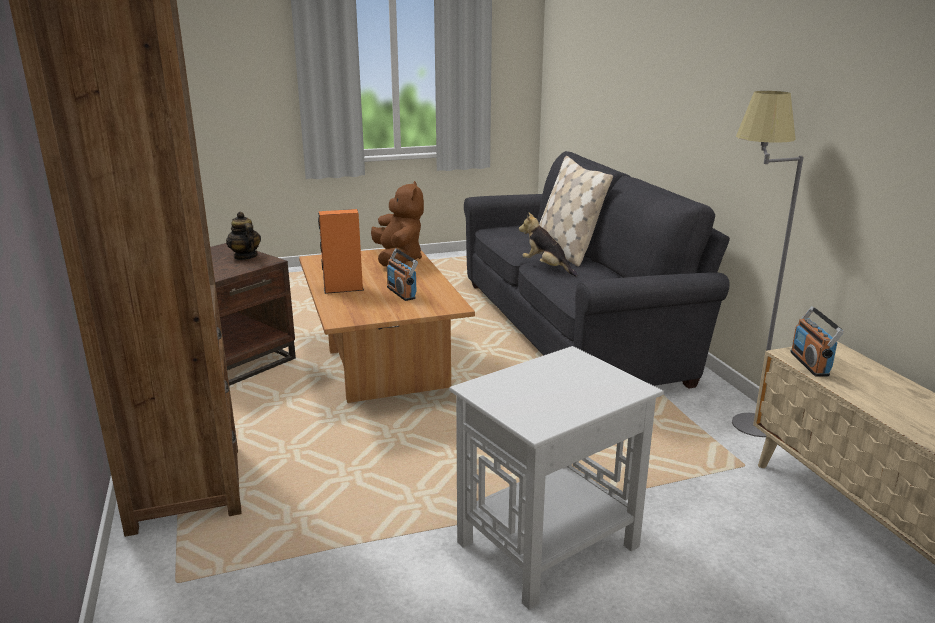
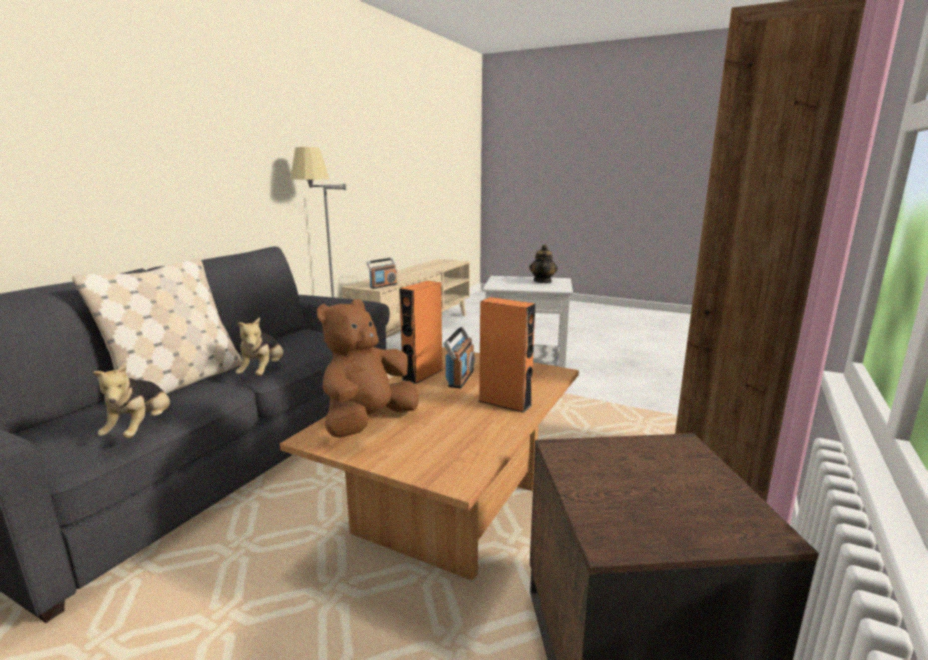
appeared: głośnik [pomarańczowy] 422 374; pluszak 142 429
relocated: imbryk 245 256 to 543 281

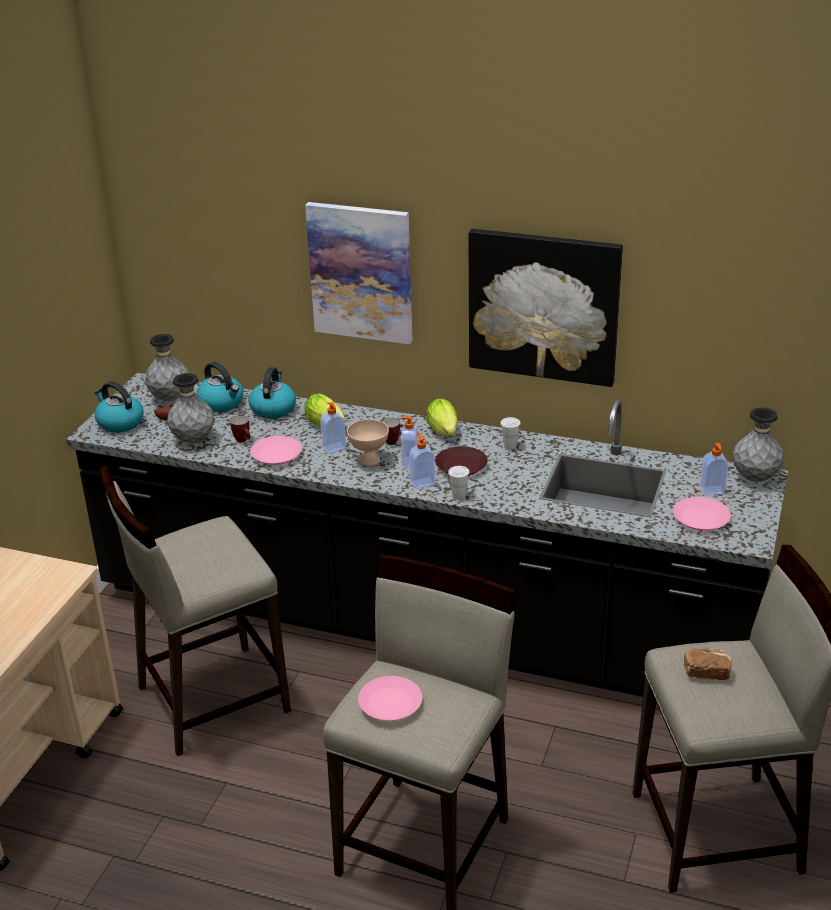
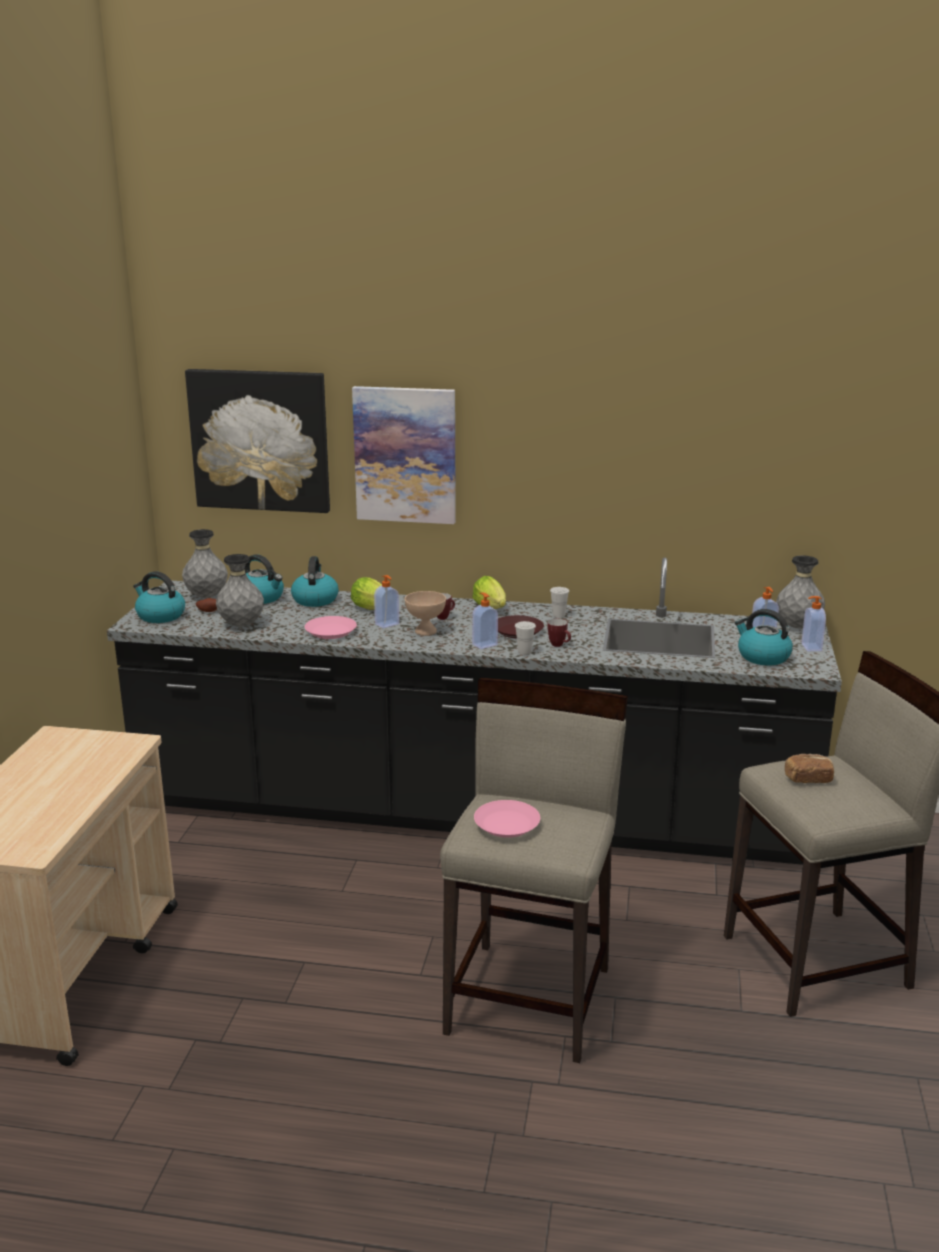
missing: stołek [beżowy] 211 699
relocated: obraz 544 306 to 260 440; kubek 243 441 to 559 645; dozownik mydła 409 463 to 810 647
exchanged: talerz [różowy] 701 519 to czajnik 762 657

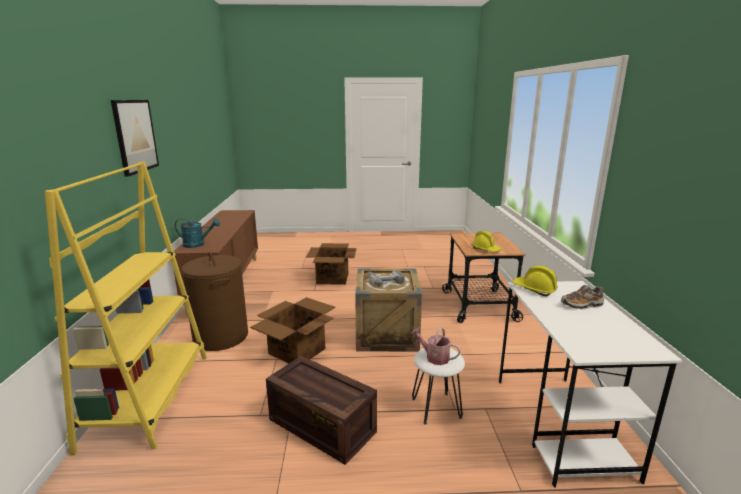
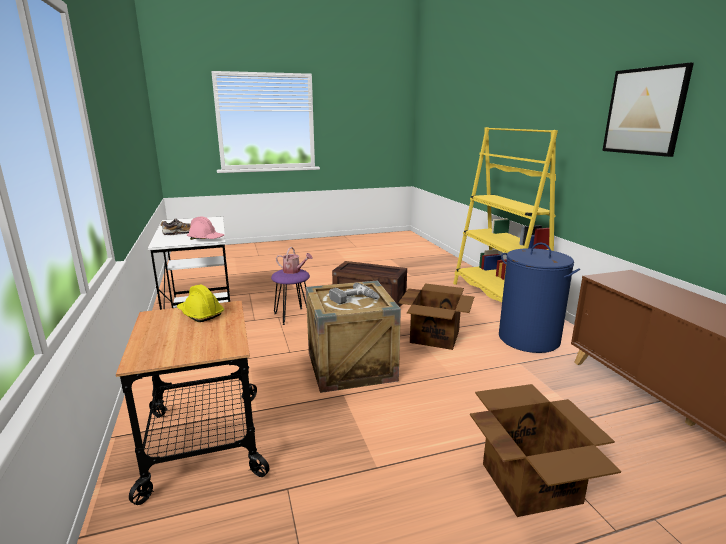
missing: konewka [turkusowy] 198 244
colour: kosz na pranie [brązowy] 221 337 to kosz na pranie [niebieski] 528 339; kask [żółty] 534 289 to kask [różowy] 206 239; stołek [biały] 436 407 to stołek [fioletowy] 292 316

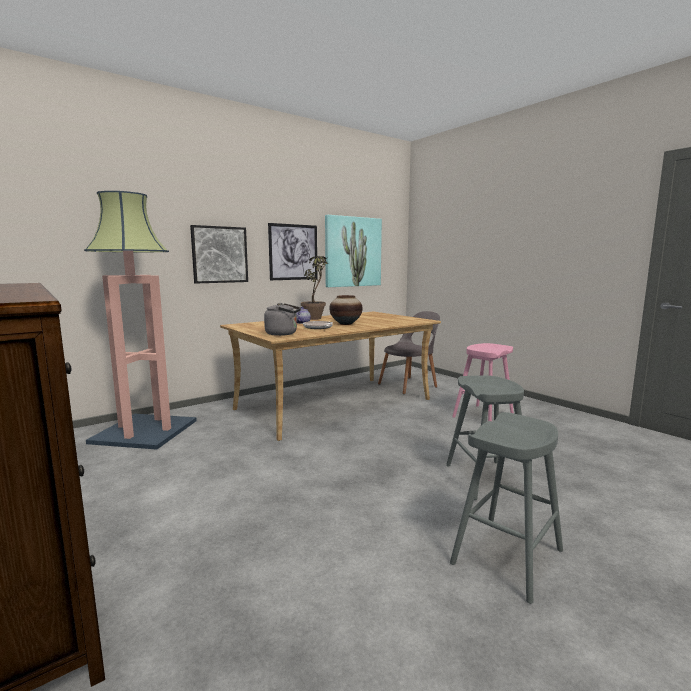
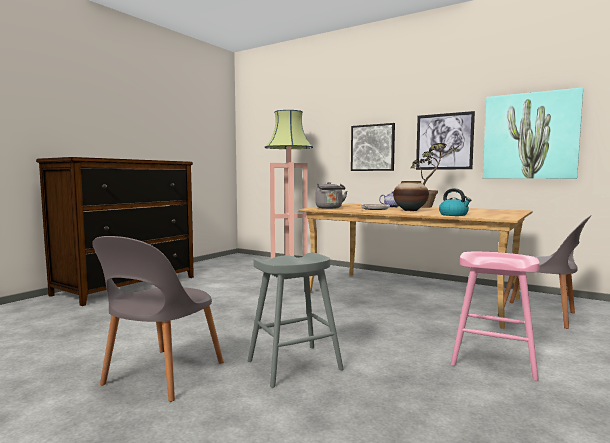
appeared: czajnik 454 215
exchanged: stołek [szary] 507 556 to krzesło [szary] 161 375

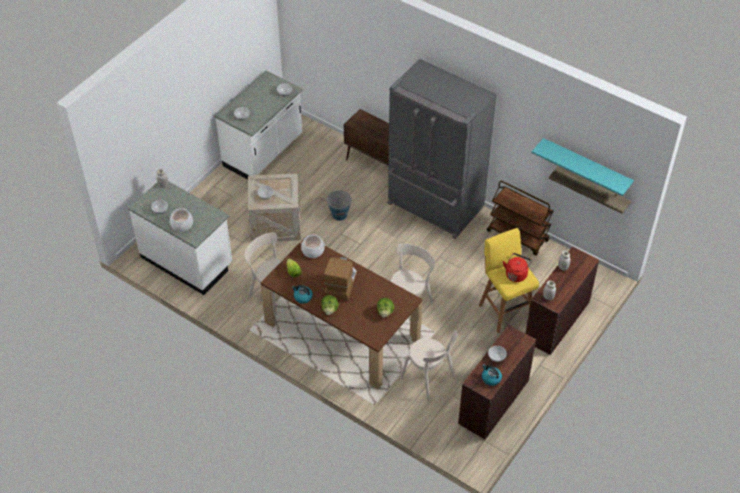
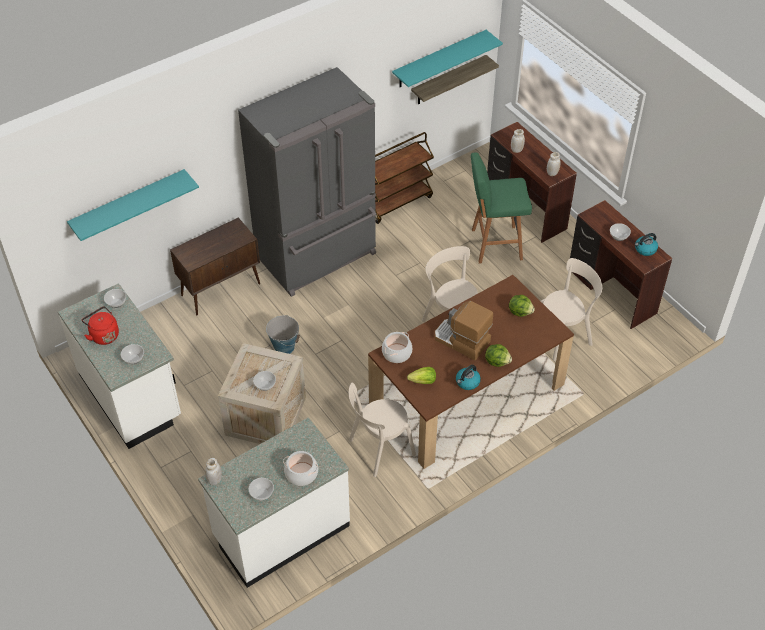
appeared: półka [turkusowy] 128 204
relocated: czajnik [czerwony] 516 274 to 103 335
colour: stołek [żółty] 505 310 to stołek [zielony] 494 244

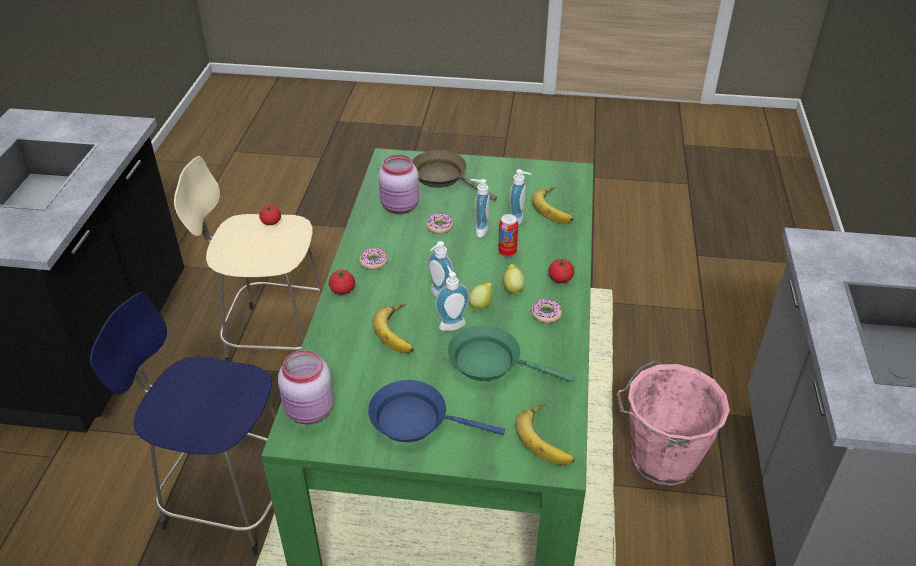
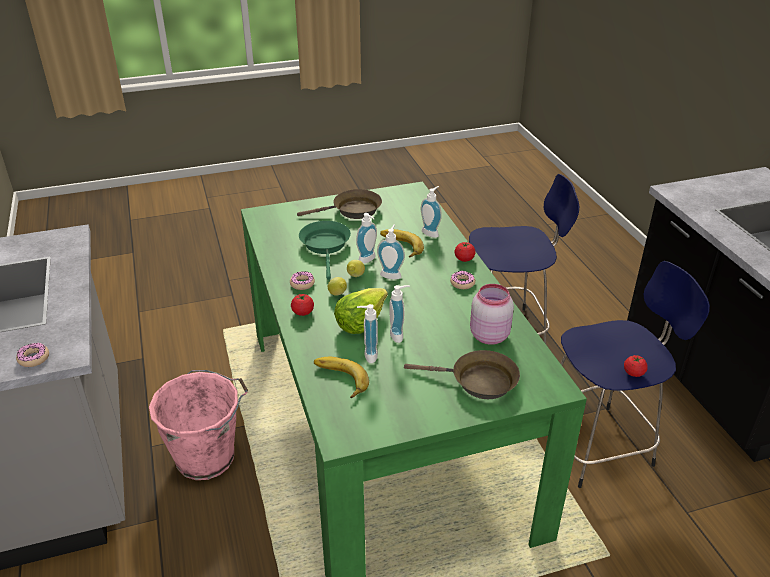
missing: słoik [różowy] 310 412; banan 548 438
appeared: dozownik mydła 431 232
relocated: donut 439 227 to 34 358
exchanged: puszka 507 252 to sałata 360 321
colour: stołek [beżowy] 275 338 to stołek [niebieski] 598 444; patelnia [niebieski] 415 420 to patelnia [brązowy] 353 210
spun: patelnia [zielony] 491 362 = 326 246 90 degrees counterclockwise

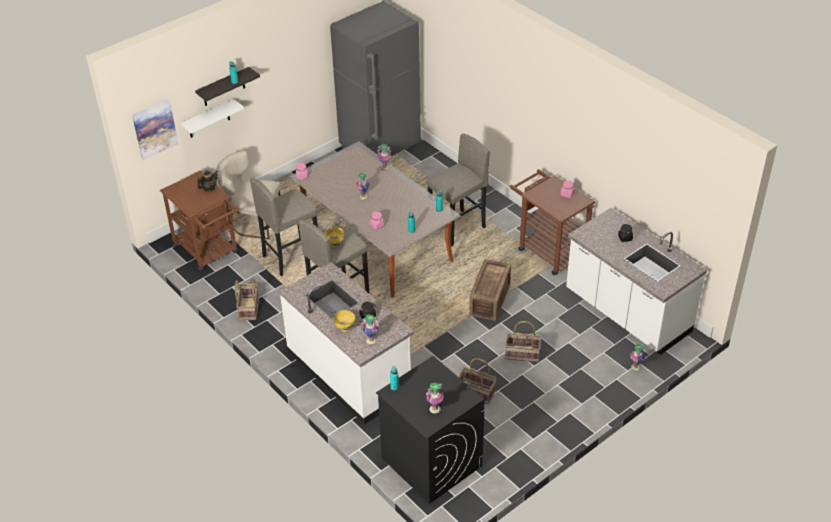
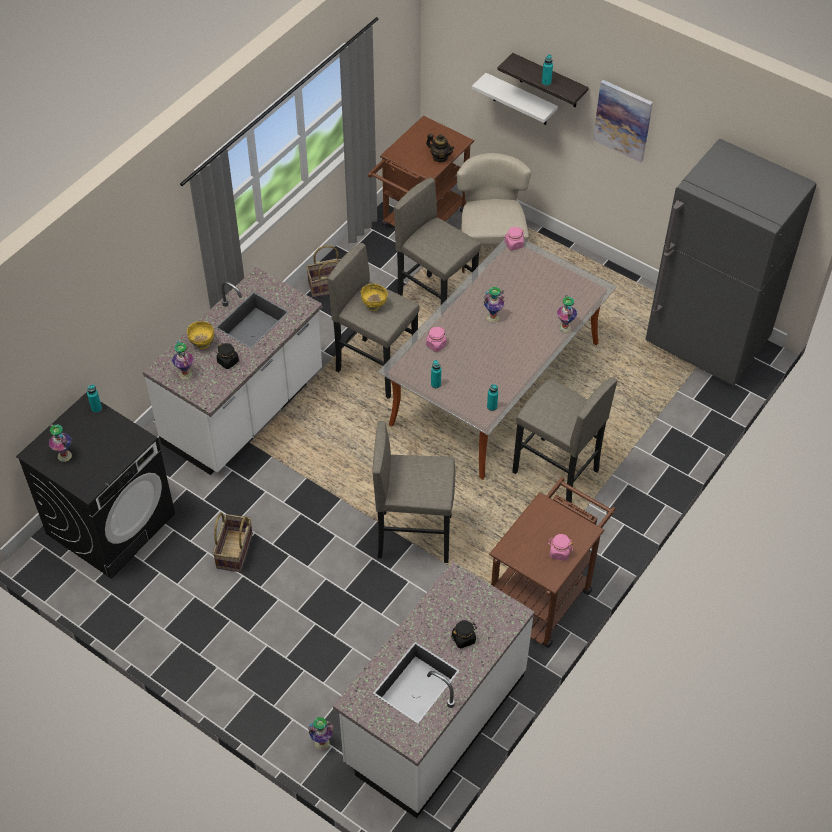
missing: koszyk 522 355
relocated: obraz 154 129 to 623 120
exchanged: skrzynka 488 300 to stołek [szary] 414 536

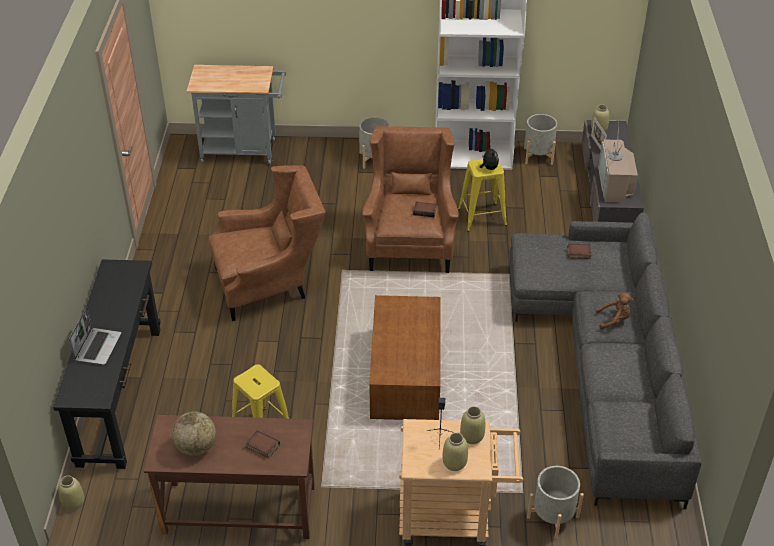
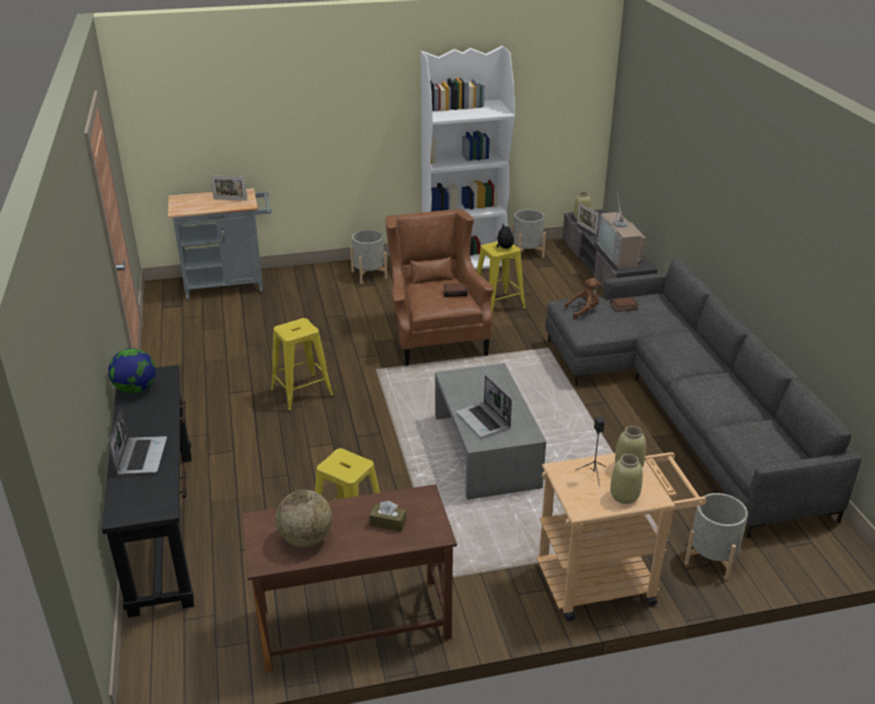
missing: wazon [beżowy] 73 502
appeared: ramka na zdjęcie 230 199; globus 136 389; laptop 484 421
relocated: pluszak [brązowy] 614 320 to 584 310
exchanged: fotel [brązowy] 269 284 to stołek [żółty] 302 393; książka 262 446 to pudełko chusteczek [brązowy] 388 523
colour: ława [brązowy] 406 374 to ława [szary] 486 450

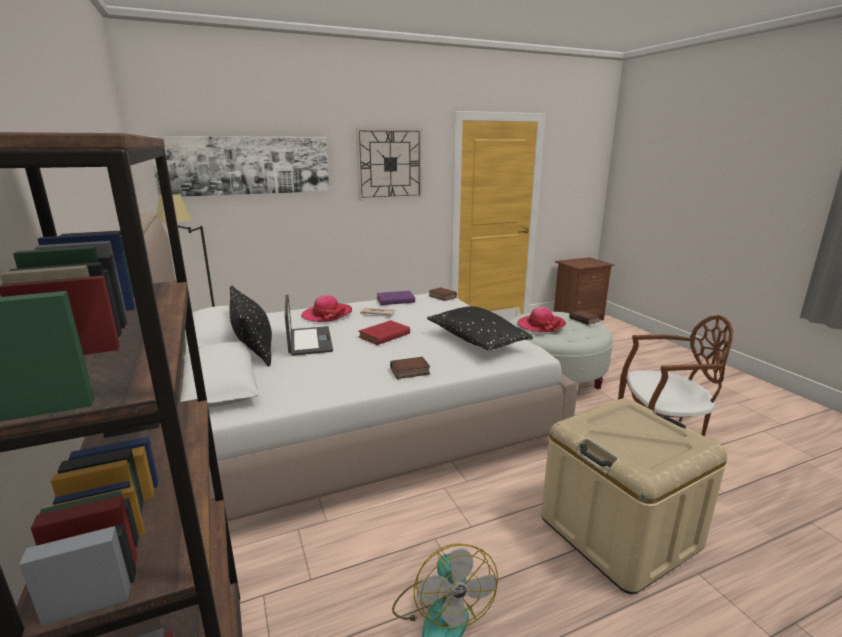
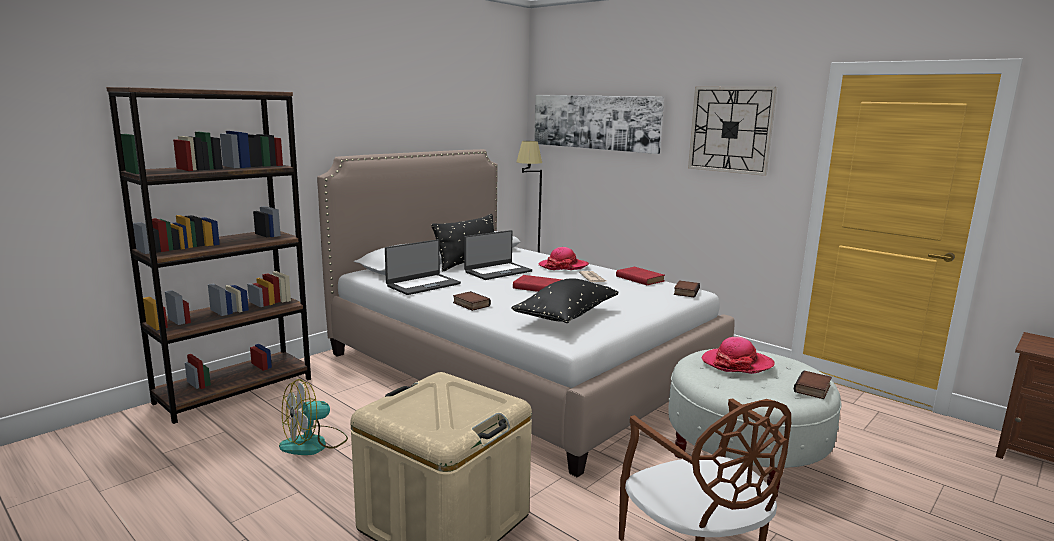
appeared: laptop 423 285
colour: książka [fioletowy] 394 300 to książka [czerwony] 639 278

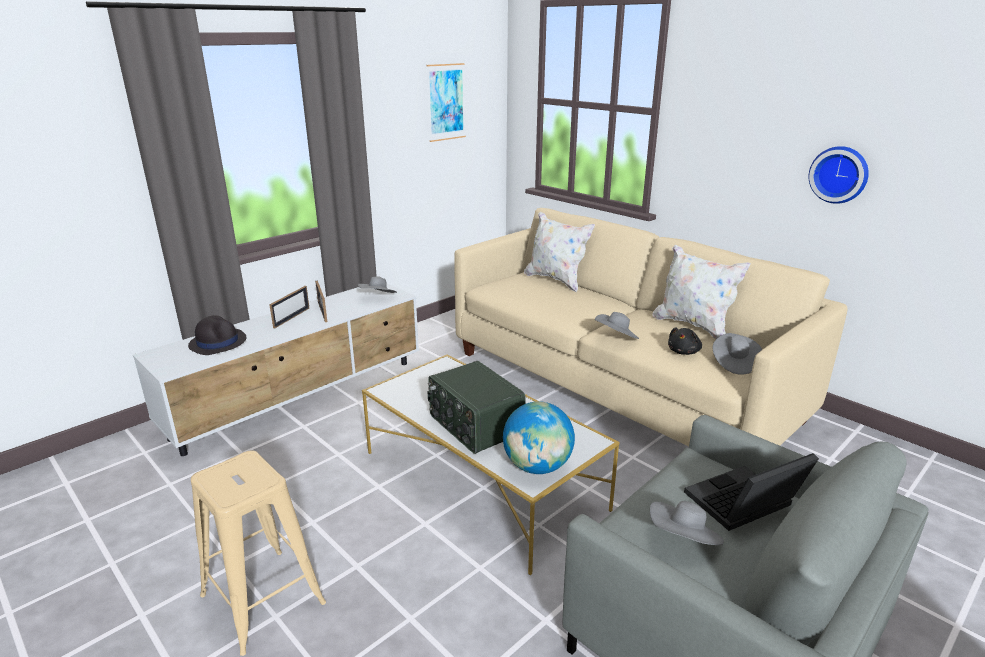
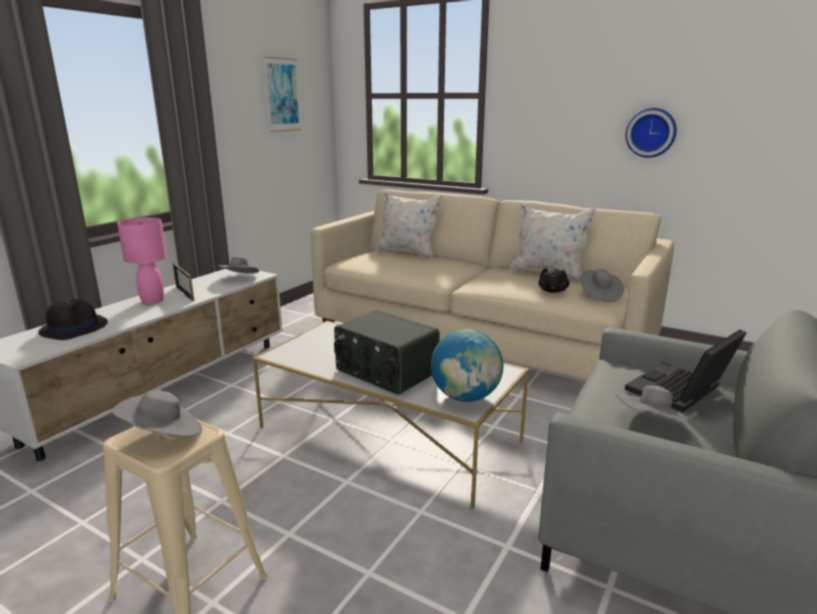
relocated: kapelusz [szary] 616 337 to 163 435
exchanged: ramka na zdjęcie 291 317 to lampa stołowa [różowy] 152 301

